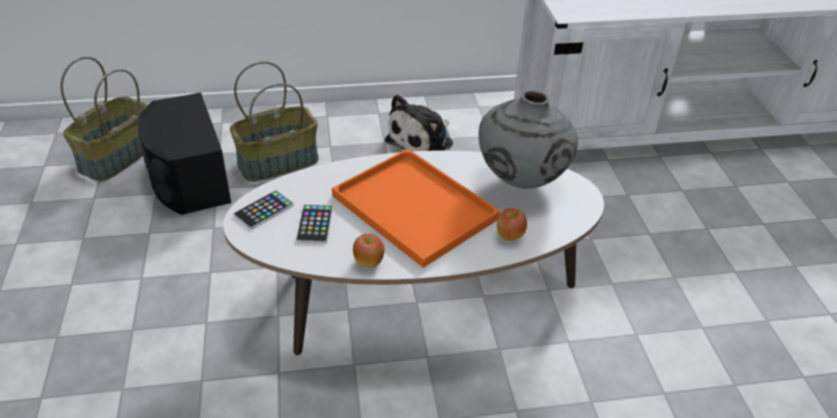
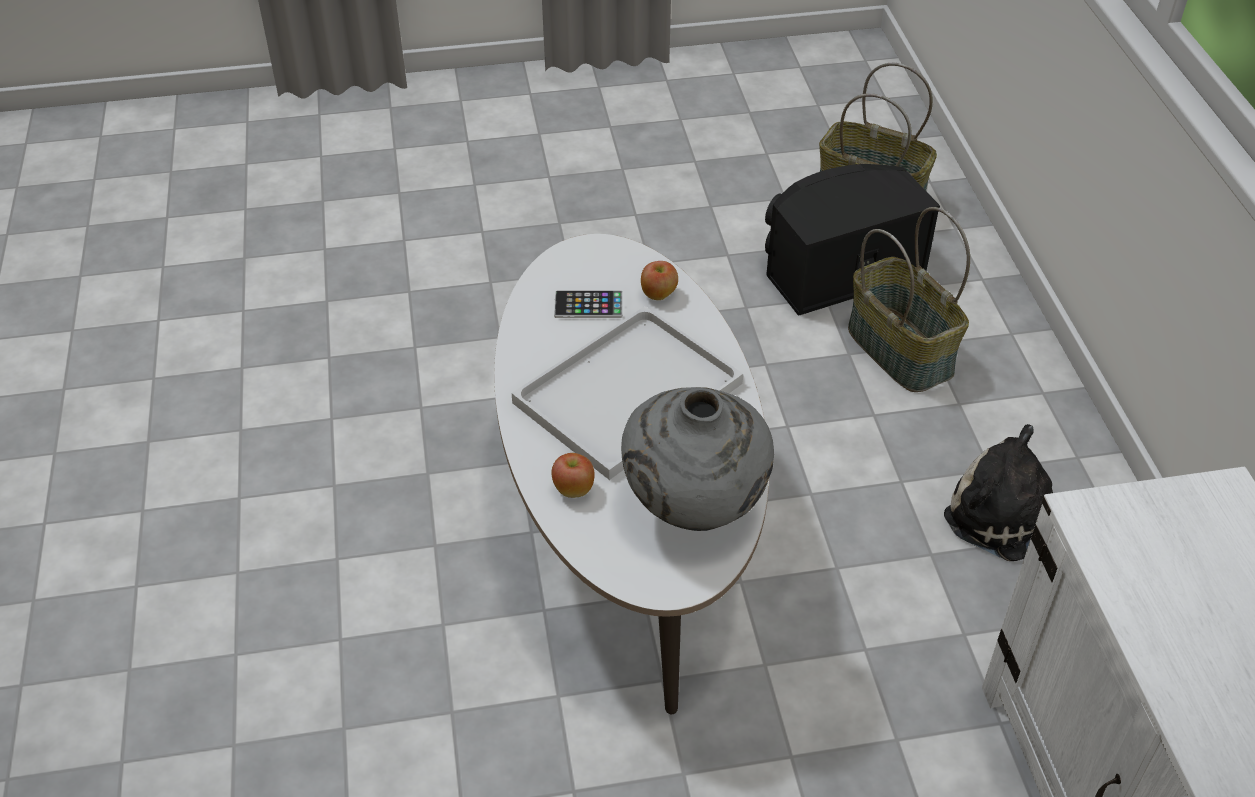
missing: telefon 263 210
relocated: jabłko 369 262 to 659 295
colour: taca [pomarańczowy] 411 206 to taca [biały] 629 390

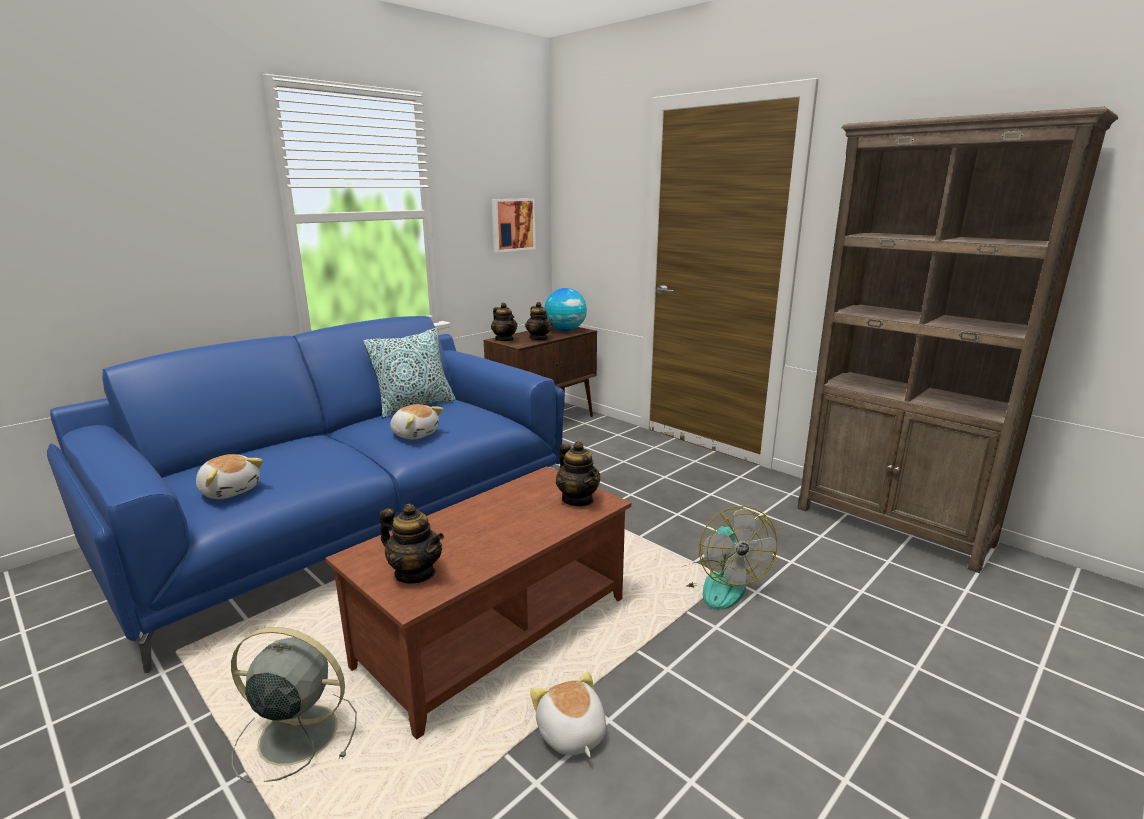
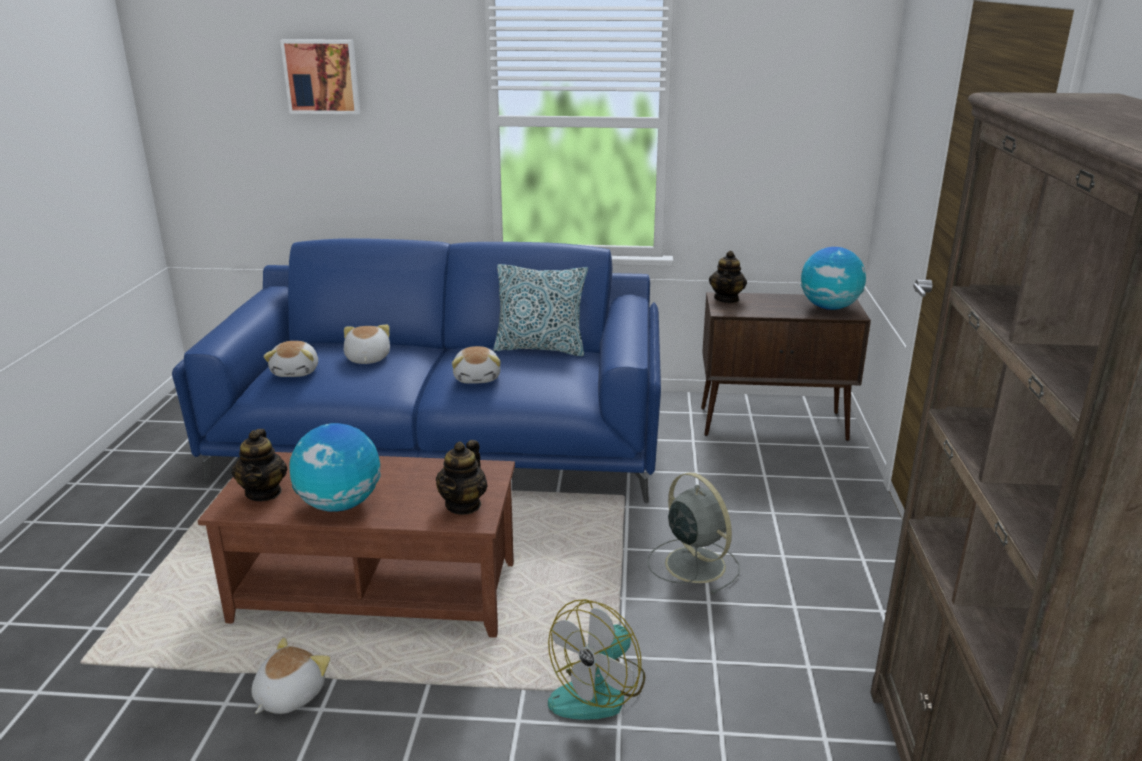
missing: imbryk 539 338
appeared: pluszak 367 359; globus 339 505
relocated: obraz 512 224 to 322 76; wentylator [szary] 295 734 to 693 563

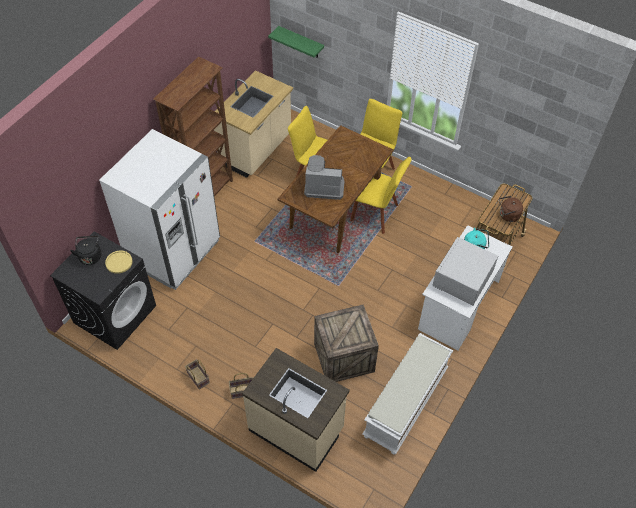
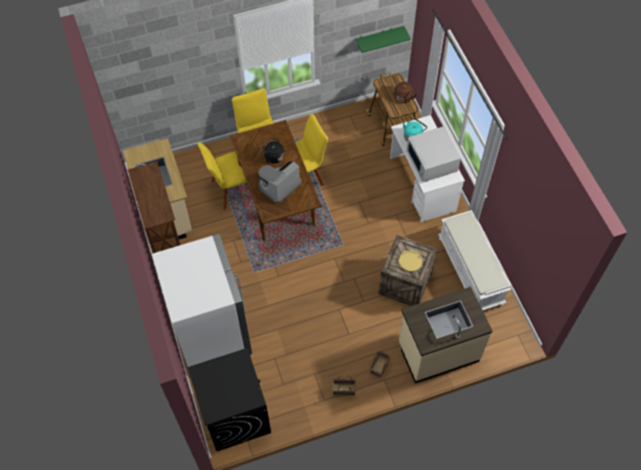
relocated: półka [zielony] 301 42 to 379 38; czajnik [czarny] 90 255 to 273 156; talerz [żółty] 119 262 to 410 261

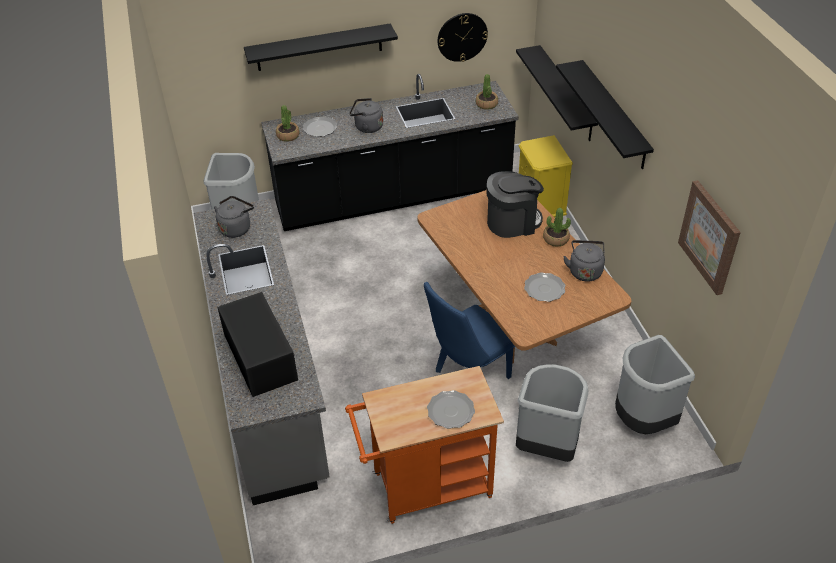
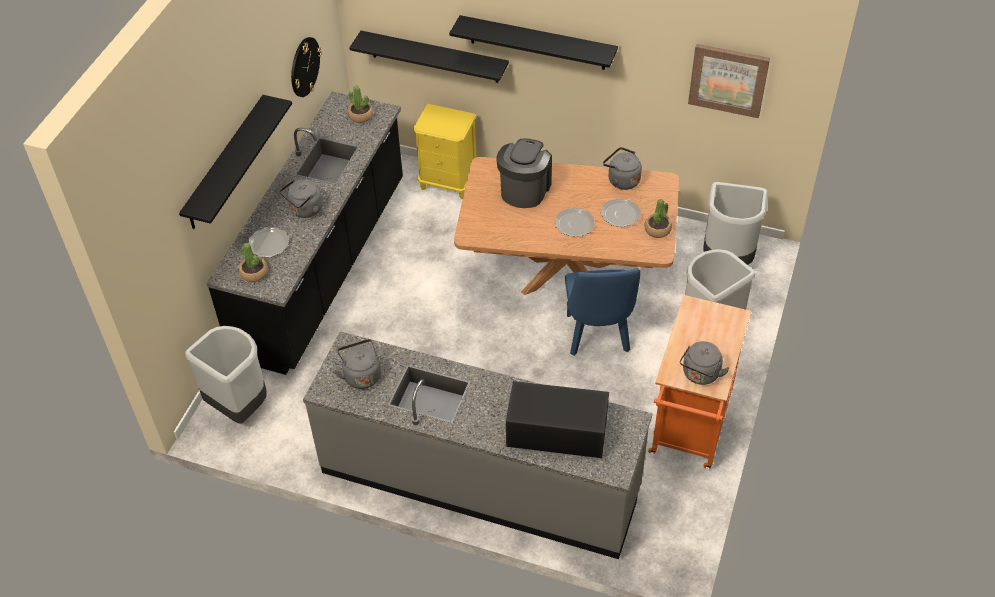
appeared: czajnik [szary] 700 375
relocated: roślina doniczkowa 555 239 to 657 229; talerz 450 411 to 574 224

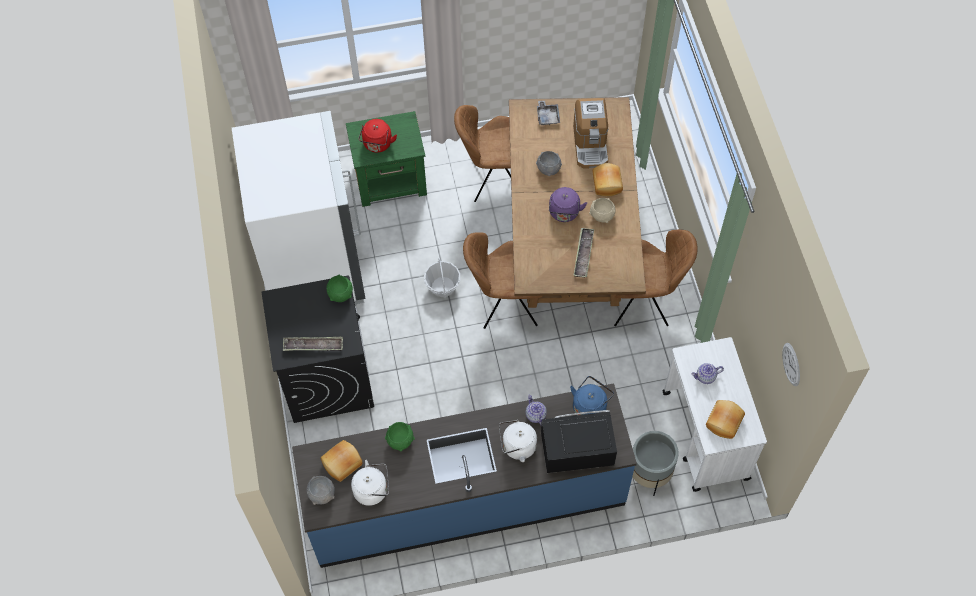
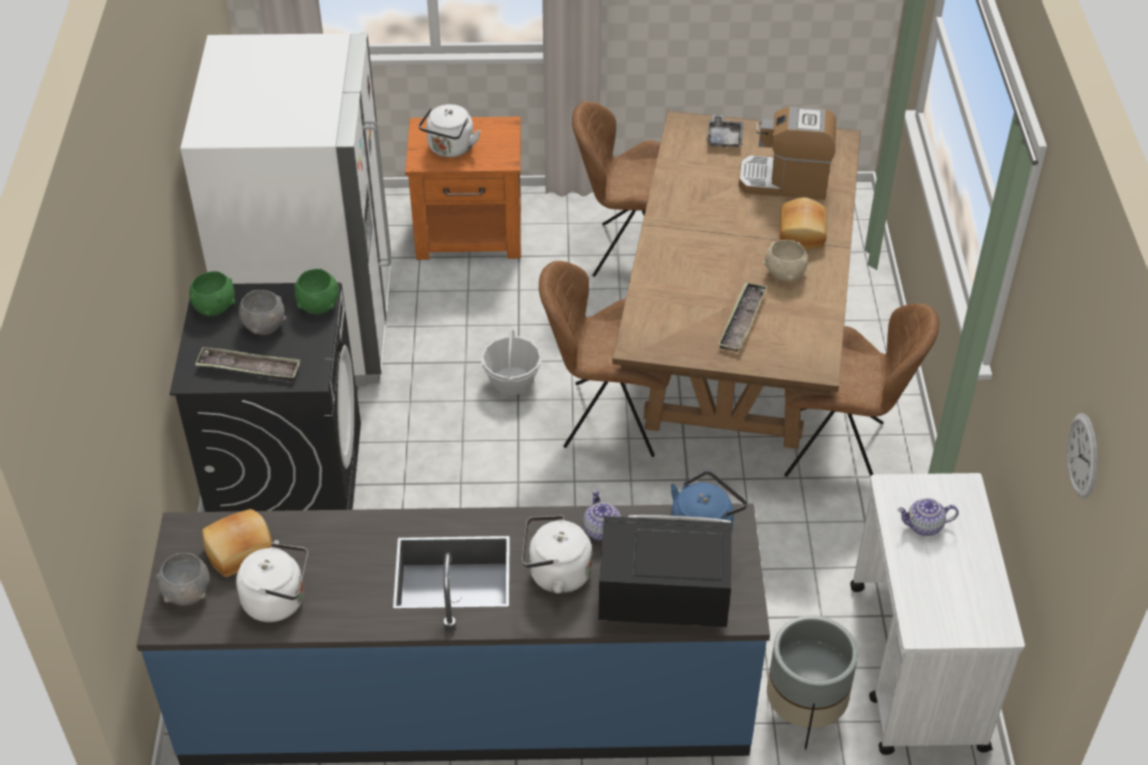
missing: czajnik [fioletowy] 564 213; chleb 723 421
relocated: miska [szary] 548 168 to 264 325; miska [zielony] 400 440 to 215 307
colour: szafka nocna [zielony] 391 180 to szafka nocna [pomarańczowy] 471 233; czajnik [czerwony] 377 145 to czajnik [biały] 450 149
spun: ekspres do kawy 590 145 = 785 181 90 degrees clockwise

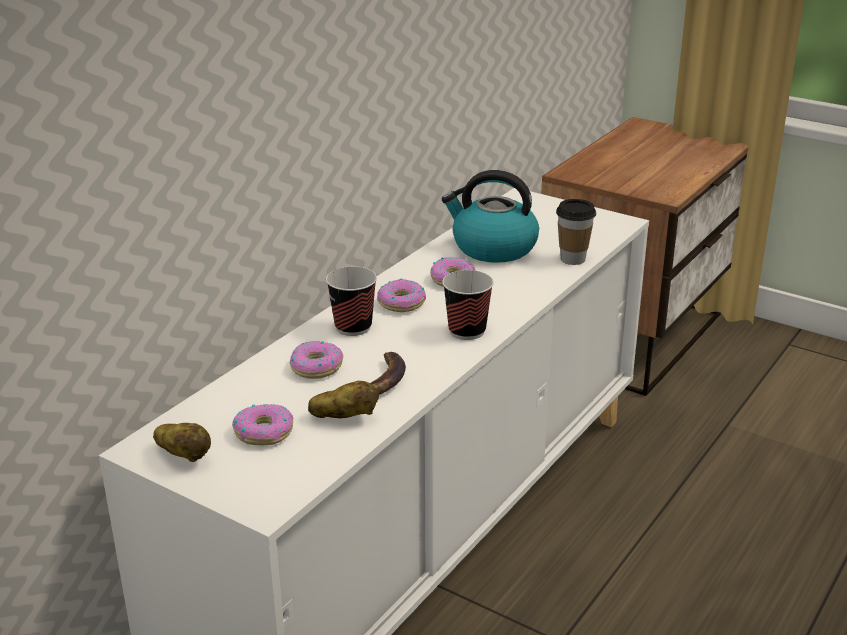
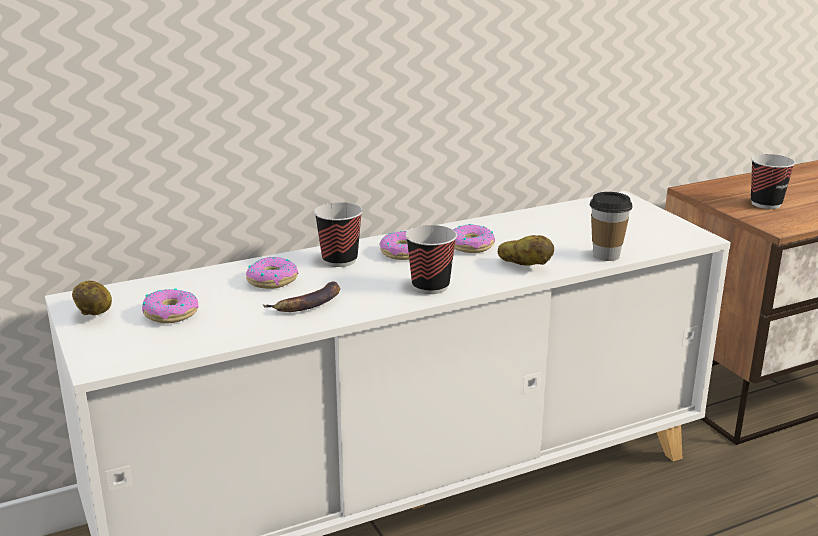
missing: czajnik 493 248
appeared: filiżanka 766 204
relocated: ziemniak 344 417 to 525 266

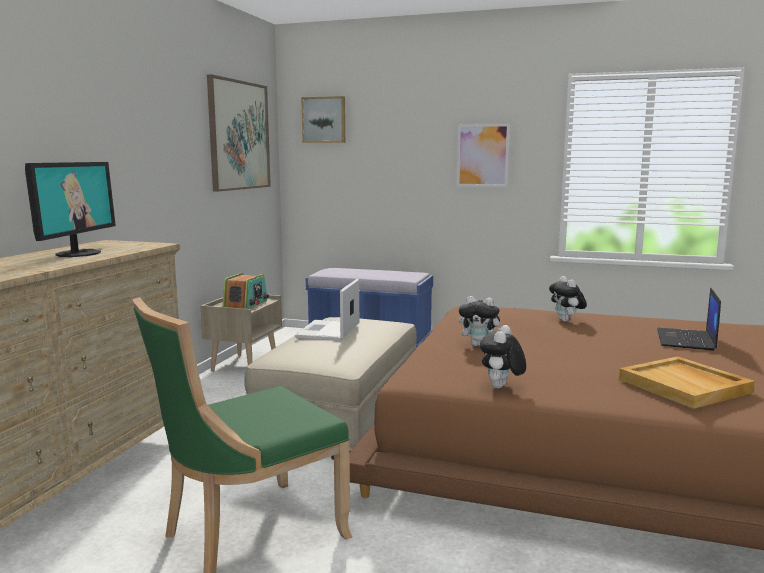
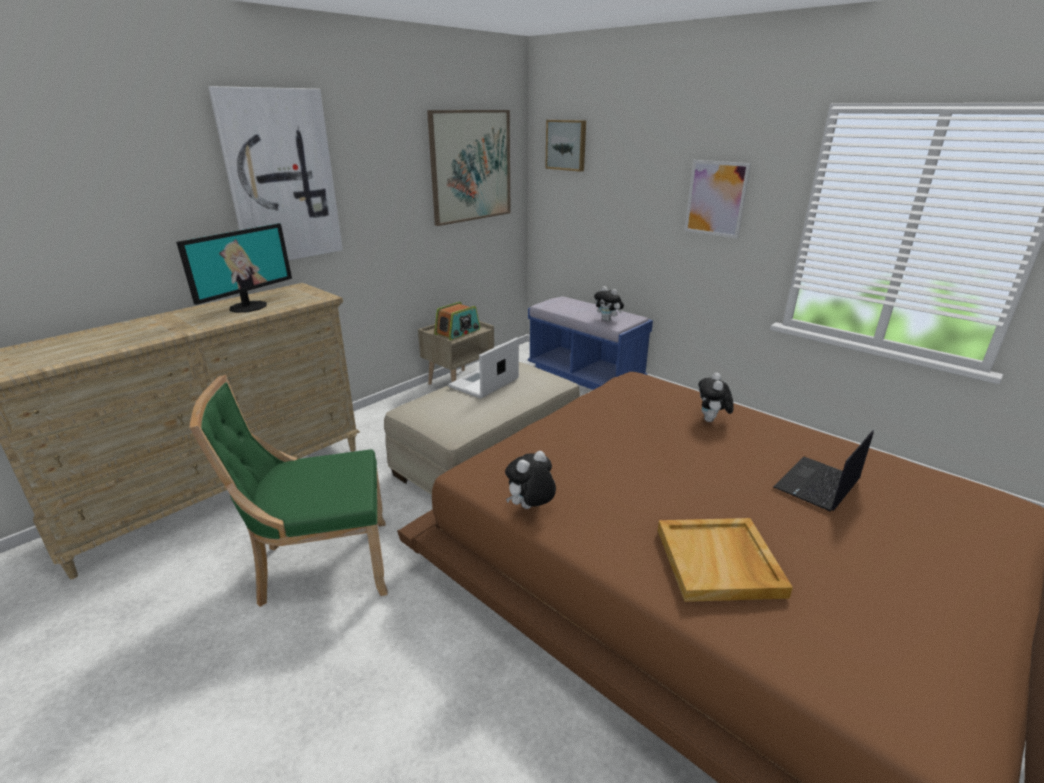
appeared: obraz 281 177
relocated: pluszak 480 345 to 608 320

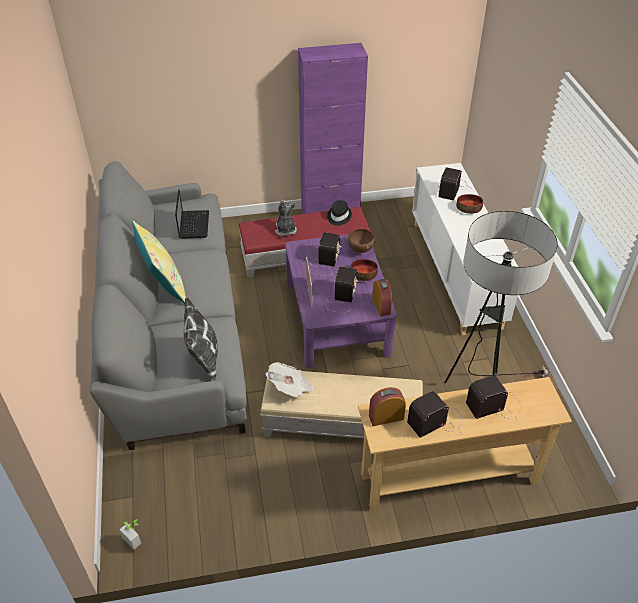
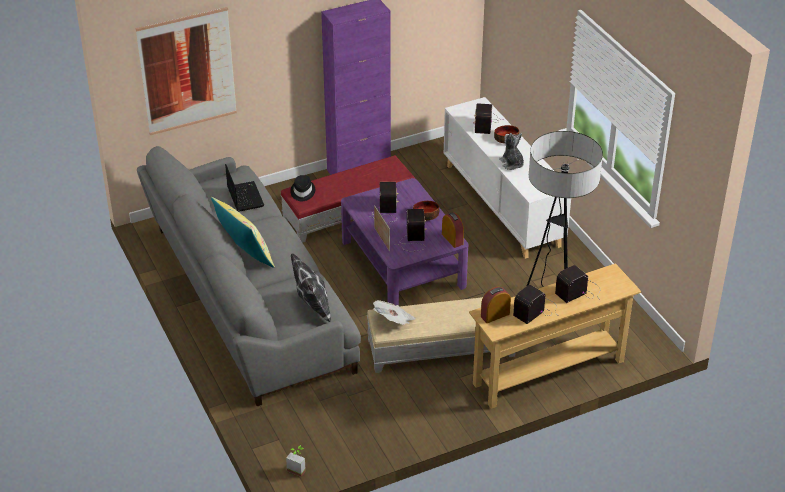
missing: miska [brązowy] 360 250
appeared: obraz 187 71
relocated: pluszak 285 230 to 512 163; kapelusz [czarny] 338 216 to 302 192

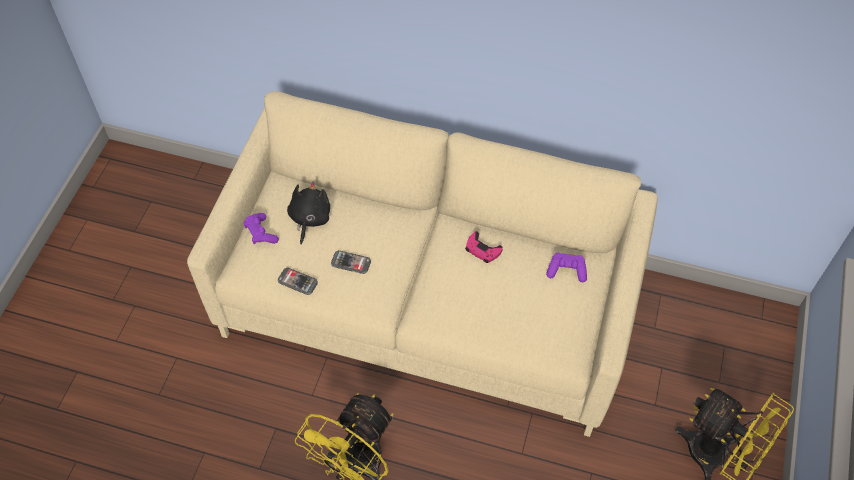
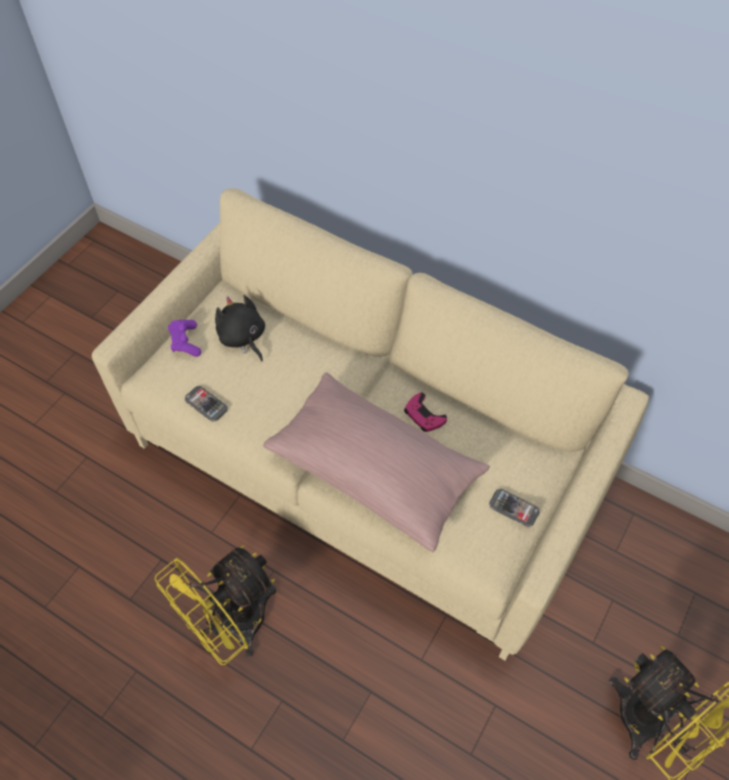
missing: pad do gier [fioletowy] 566 271
appeared: poduszka [różowy] 375 470
relocated: telefon 351 263 to 513 508
spun: pluszak [czarny] 309 219 = 243 338 60 degrees counterclockwise

